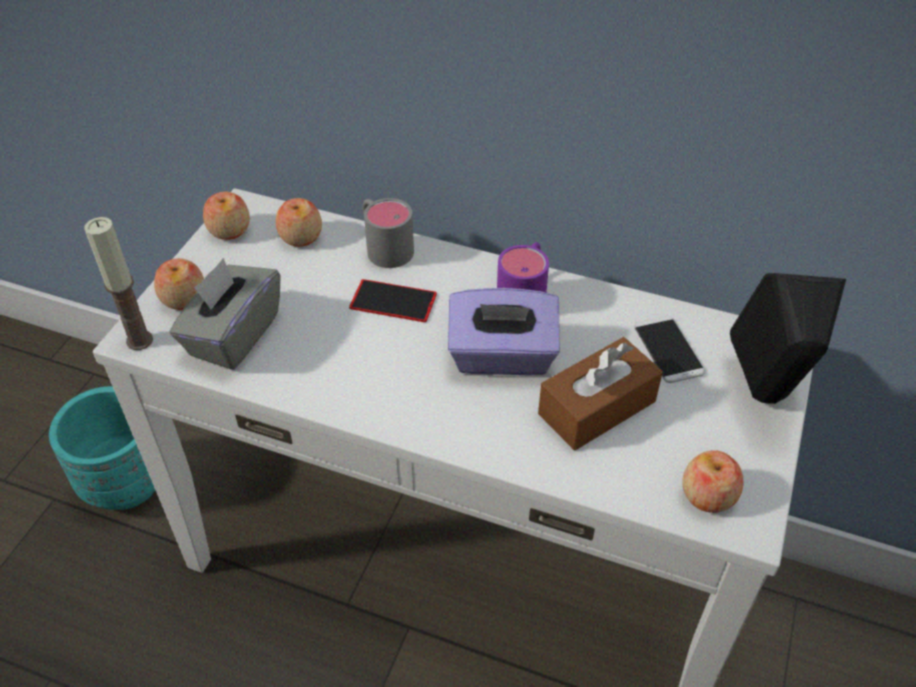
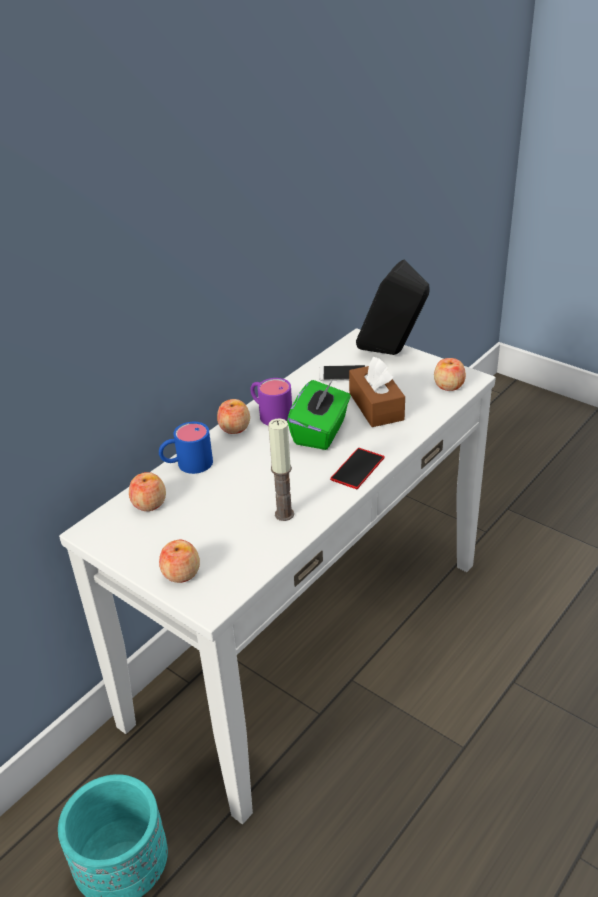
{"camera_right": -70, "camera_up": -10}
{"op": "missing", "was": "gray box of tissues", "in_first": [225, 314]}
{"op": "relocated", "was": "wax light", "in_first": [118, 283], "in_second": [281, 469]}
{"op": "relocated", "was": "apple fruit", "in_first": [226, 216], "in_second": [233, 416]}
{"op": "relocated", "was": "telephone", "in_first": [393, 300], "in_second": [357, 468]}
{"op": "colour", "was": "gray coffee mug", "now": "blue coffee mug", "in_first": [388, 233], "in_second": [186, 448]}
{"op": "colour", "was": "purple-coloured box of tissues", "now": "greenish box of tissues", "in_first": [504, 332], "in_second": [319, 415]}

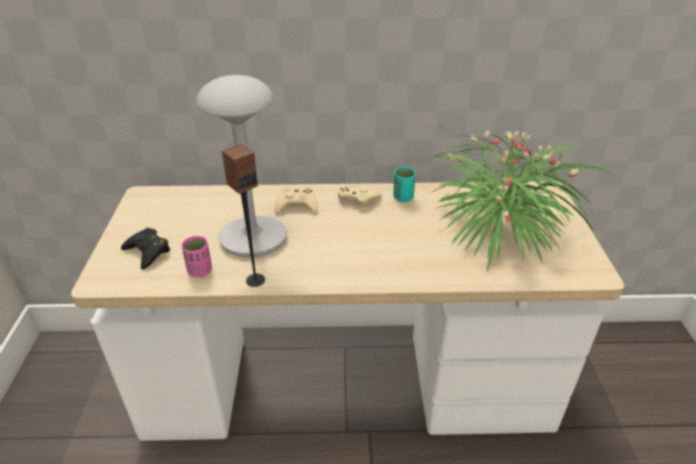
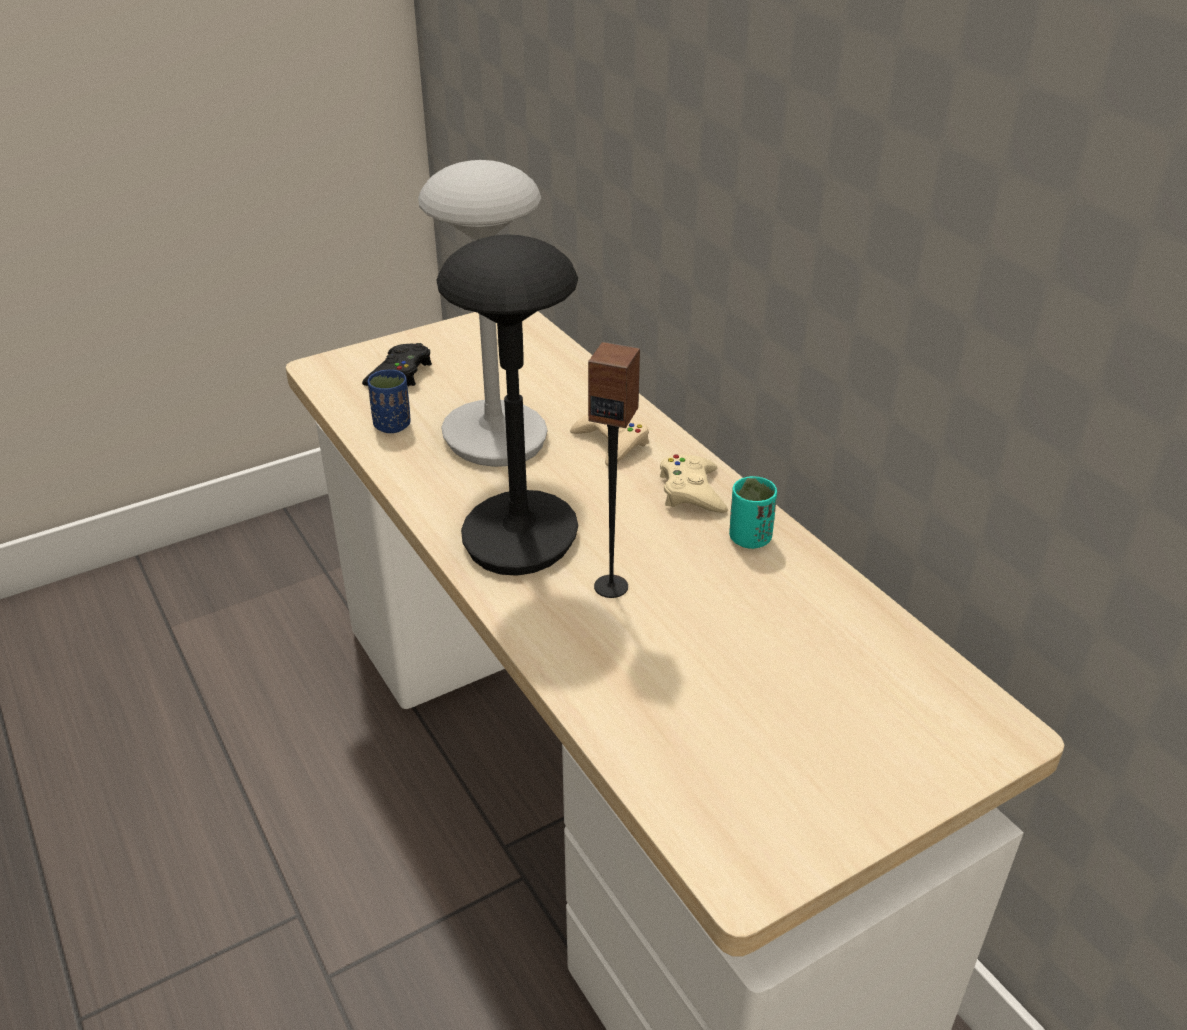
{"camera_right": 60, "camera_up": 0}
{"op": "missing", "was": "potted plant", "in_first": [523, 198]}
{"op": "appeared", "now": "blackish lamp for a table", "in_second": [507, 405]}
{"op": "relocated", "was": "loudspeaker", "in_first": [243, 215], "in_second": [614, 470]}
{"op": "colour", "was": "pink-coloured drinking cup", "now": "blue drinking cup", "in_first": [196, 256], "in_second": [389, 401]}

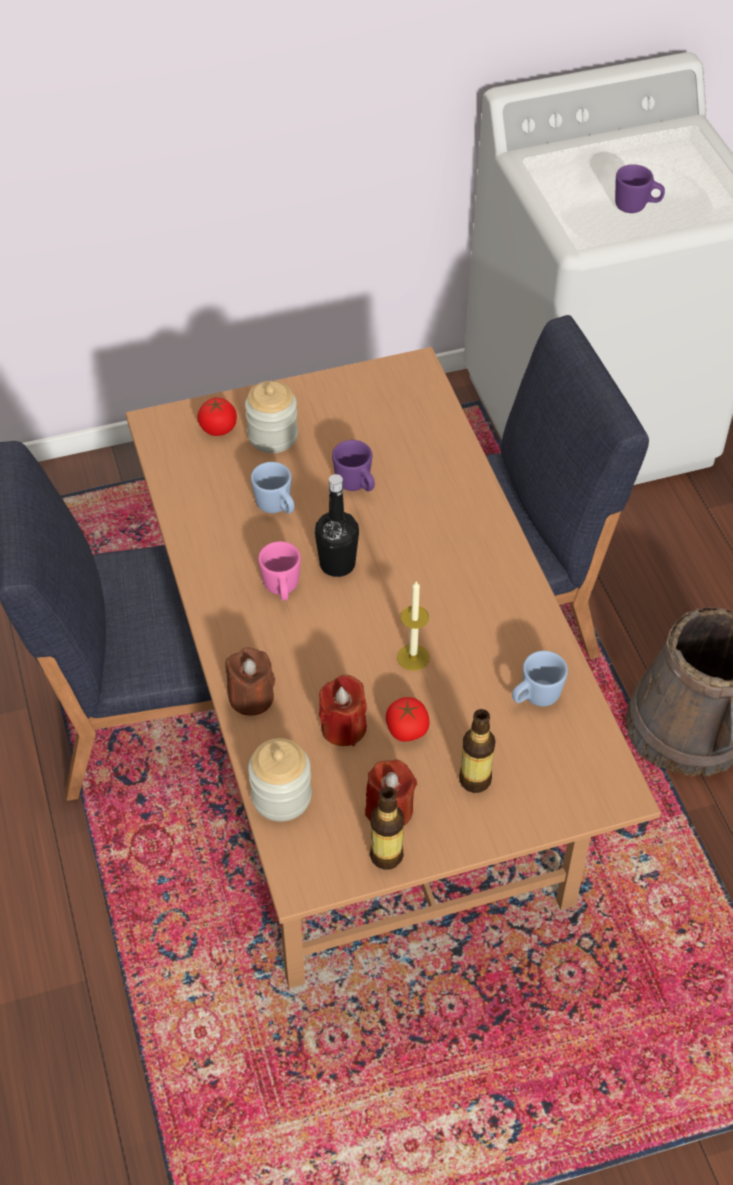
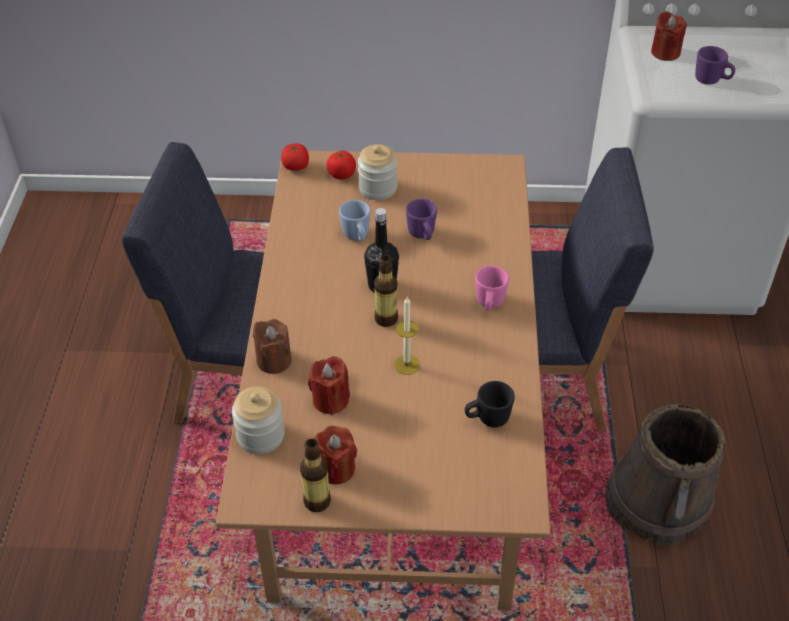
{"camera_right": 20, "camera_up": -5}
{"op": "appeared", "now": "reddish wax light", "in_second": [669, 36]}
{"op": "relocated", "was": "pink-coloured coffee mug", "in_first": [279, 570], "in_second": [492, 288]}
{"op": "relocated", "was": "fresh tomato", "in_first": [408, 719], "in_second": [295, 157]}
{"op": "relocated", "was": "drink bottle", "in_first": [477, 751], "in_second": [386, 291]}
{"op": "colour", "was": "blue coffee mug", "now": "blackish coffee mug", "in_first": [540, 678], "in_second": [490, 404]}

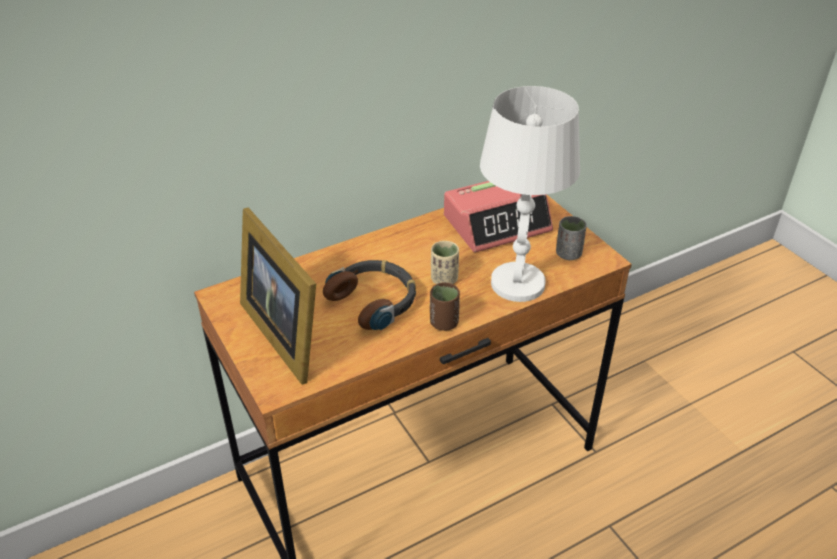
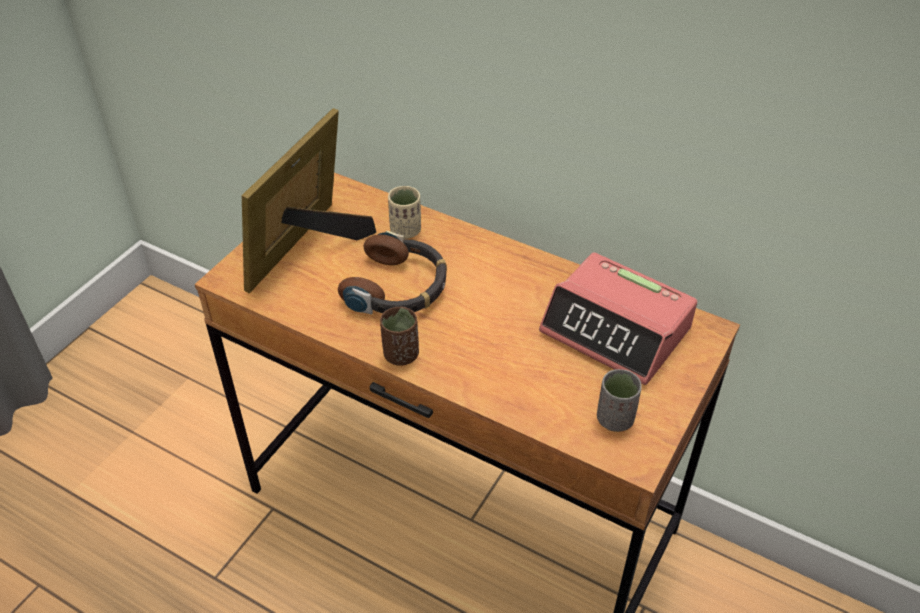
{"camera_right": 60, "camera_up": 5}
{"op": "missing", "was": "whitish lamp for a table", "in_first": [530, 194]}
{"op": "relocated", "was": "sand-coloured drinking cup", "in_first": [445, 262], "in_second": [404, 212]}

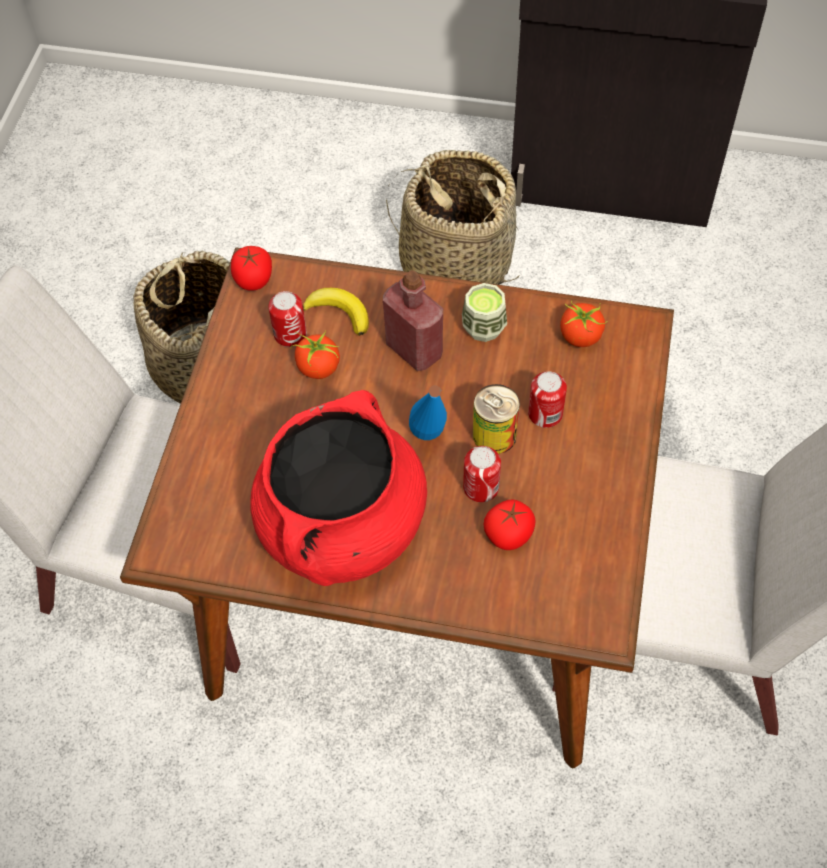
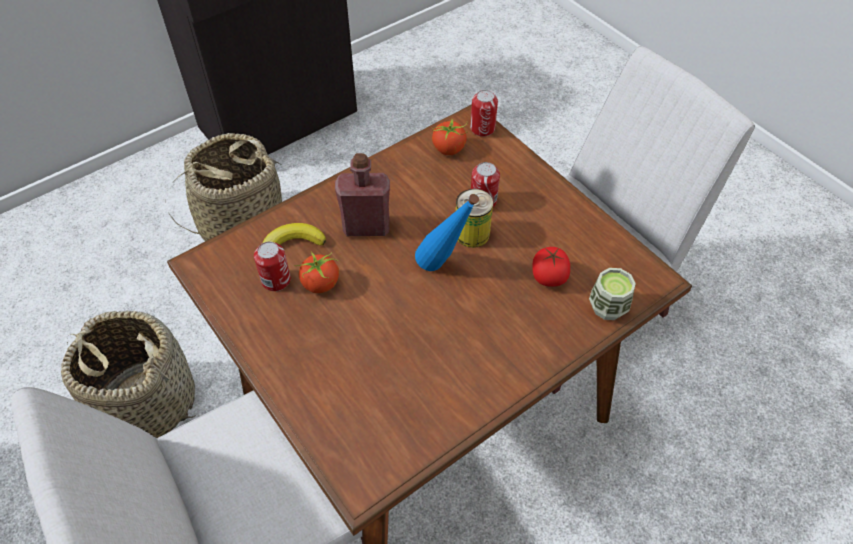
{"camera_right": -50, "camera_up": -5}
{"op": "missing", "was": "fresh tomato", "in_first": [251, 268]}
{"op": "missing", "was": "reddish stockpot", "in_first": [338, 488]}
{"op": "relocated", "was": "drinking cup", "in_first": [484, 312], "in_second": [612, 294]}
{"op": "relocated", "was": "can", "in_first": [482, 474], "in_second": [484, 113]}

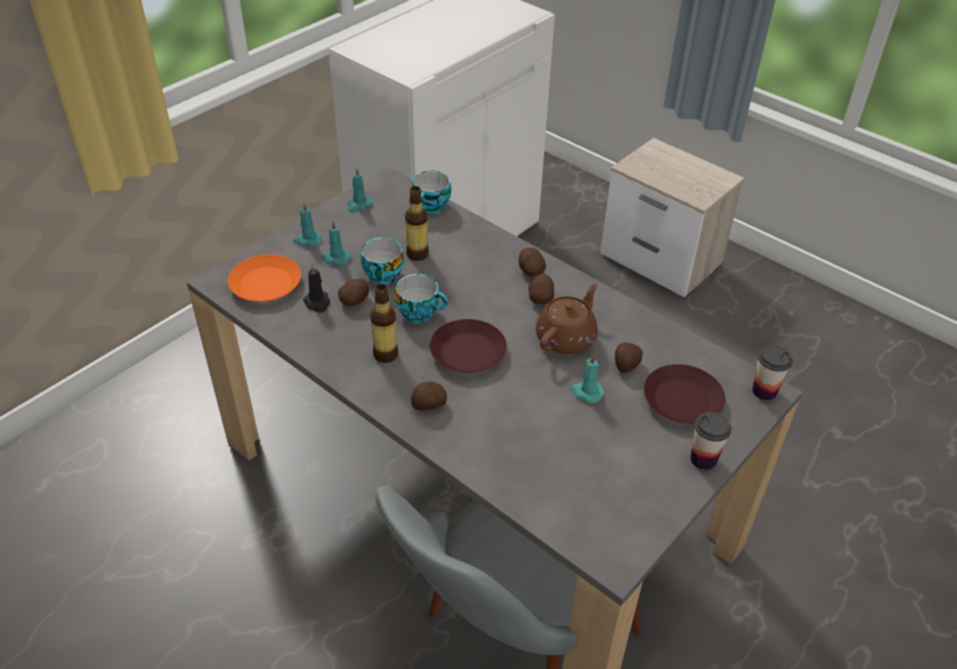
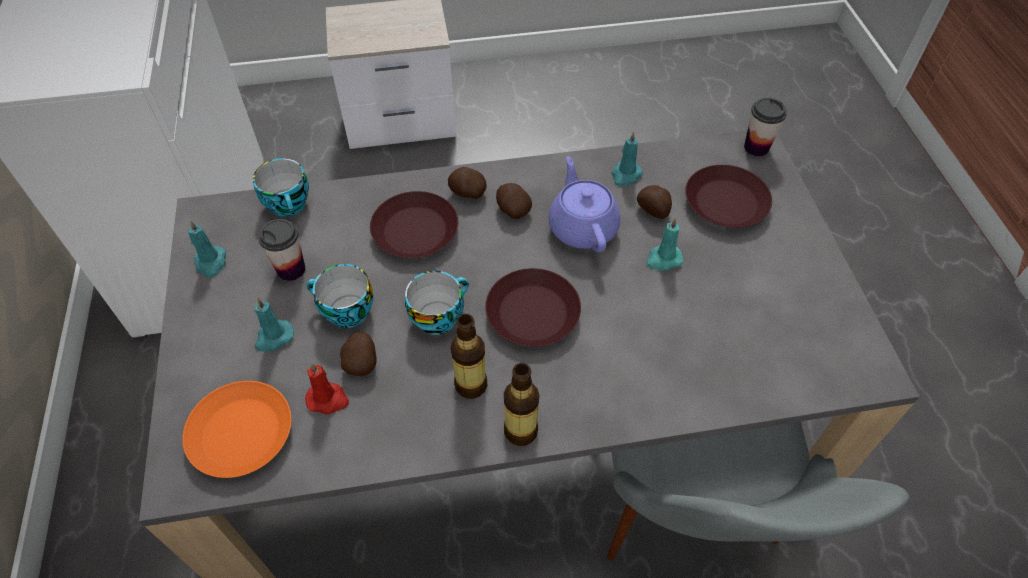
{"camera_right": -50, "camera_up": 10}
{"op": "missing", "was": "whole potato", "in_first": [429, 396]}
{"op": "appeared", "now": "brown-coloured dinner plate", "in_second": [414, 224]}
{"op": "relocated", "was": "turquoise wax light", "in_first": [307, 224], "in_second": [627, 159]}
{"op": "relocated", "was": "drink bottle", "in_first": [417, 223], "in_second": [521, 404]}
{"op": "relocated", "was": "drinking cup", "in_first": [711, 441], "in_second": [281, 250]}
{"op": "colour", "was": "blackish wax light", "now": "reddish wax light", "in_first": [316, 288], "in_second": [327, 388]}
{"op": "colour", "was": "brown-coloured teapot", "now": "purple-coloured teapot", "in_first": [567, 318], "in_second": [584, 204]}

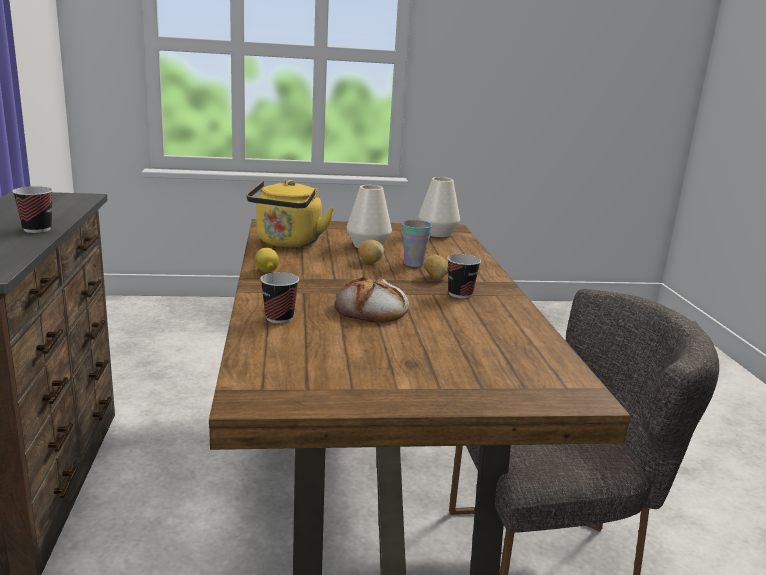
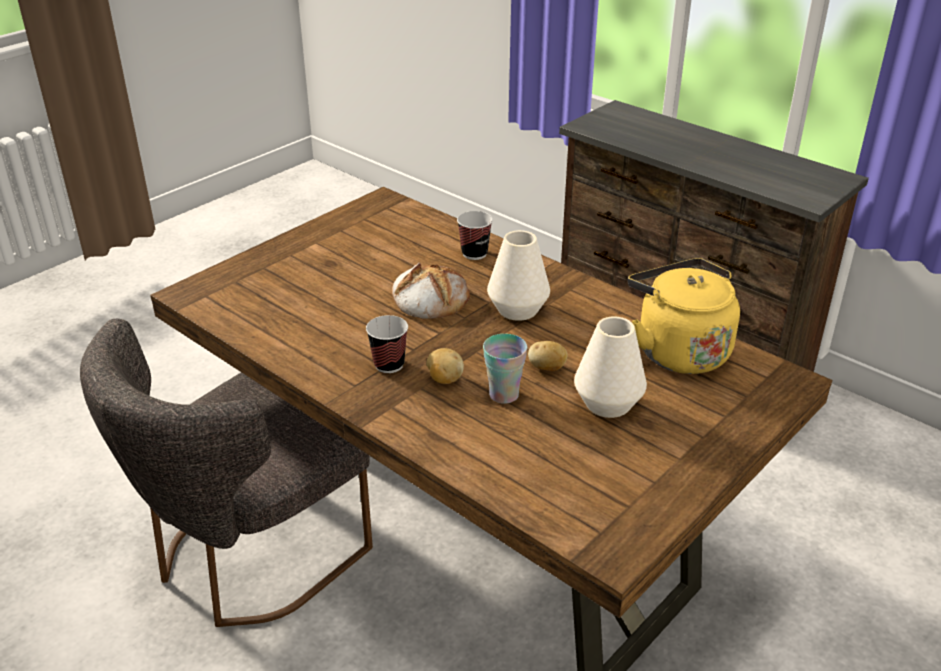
{"camera_right": 140, "camera_up": 15}
{"op": "missing", "was": "drinking cup", "in_first": [32, 209]}
{"op": "missing", "was": "whole lemon", "in_first": [267, 260]}
{"op": "relocated", "was": "whitish decorative vase", "in_first": [439, 207], "in_second": [518, 275]}

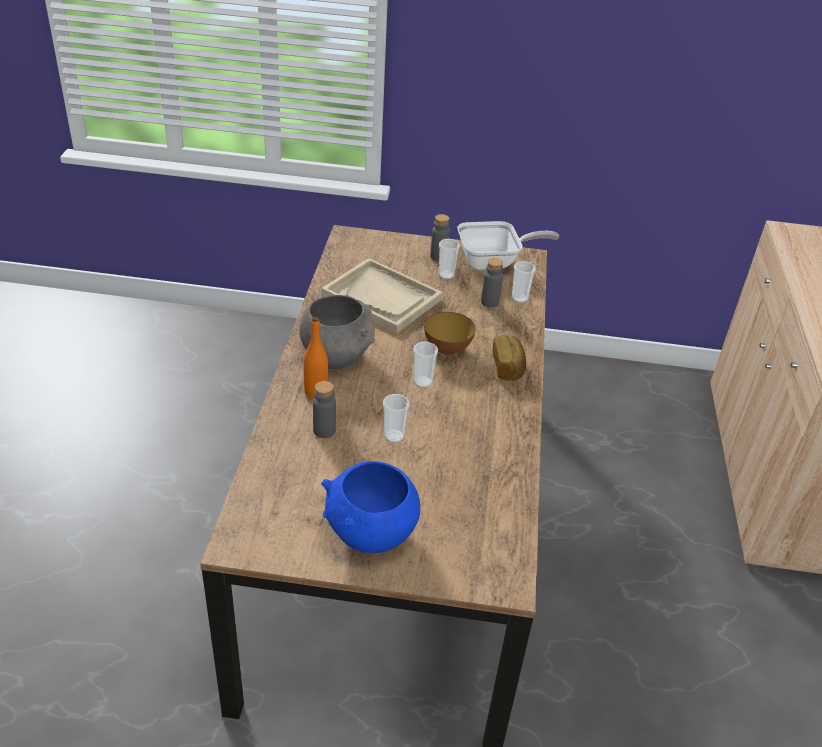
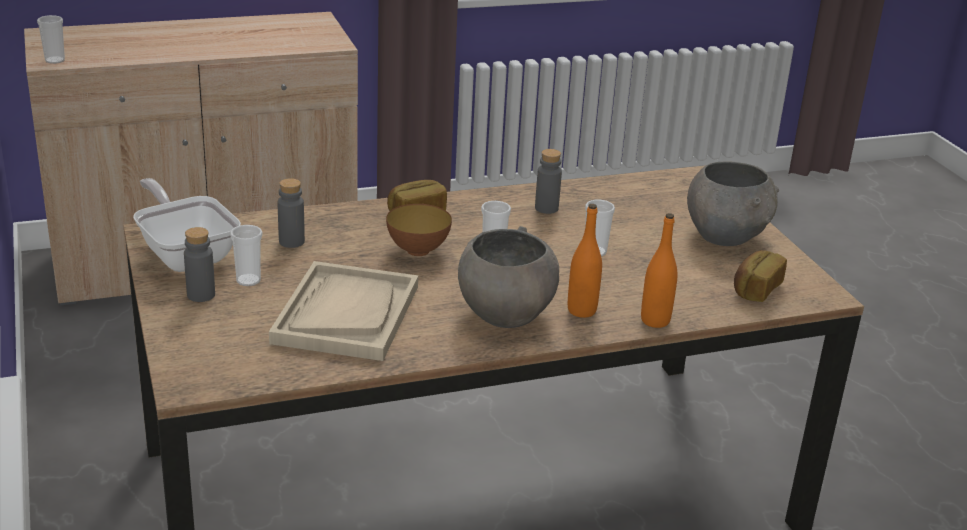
{"camera_right": -115, "camera_up": -10}
{"op": "appeared", "now": "orange-coloured drink bottle", "in_second": [659, 270]}
{"op": "appeared", "now": "bakery bread", "in_second": [760, 276]}
{"op": "relocated", "was": "gray drink bottle", "in_first": [324, 409], "in_second": [548, 181]}
{"op": "relocated", "was": "drinking cup", "in_first": [524, 282], "in_second": [51, 39]}
{"op": "colour", "was": "blue bowl", "now": "gray bowl", "in_first": [370, 507], "in_second": [733, 203]}

